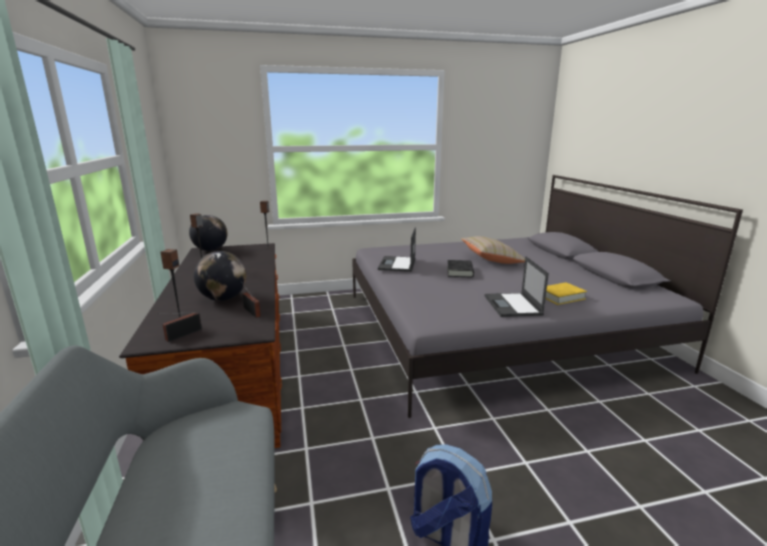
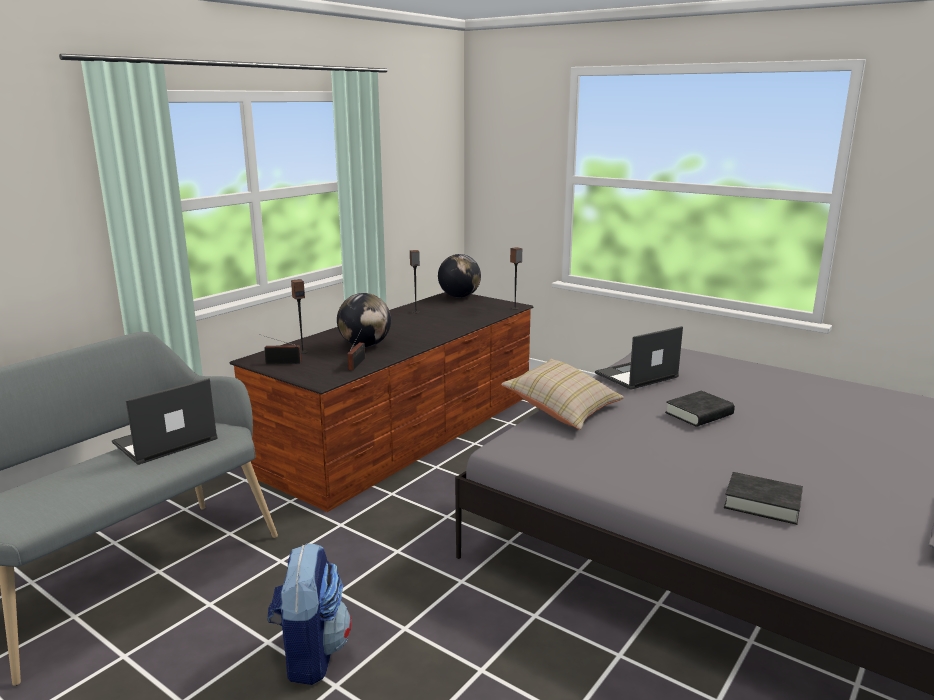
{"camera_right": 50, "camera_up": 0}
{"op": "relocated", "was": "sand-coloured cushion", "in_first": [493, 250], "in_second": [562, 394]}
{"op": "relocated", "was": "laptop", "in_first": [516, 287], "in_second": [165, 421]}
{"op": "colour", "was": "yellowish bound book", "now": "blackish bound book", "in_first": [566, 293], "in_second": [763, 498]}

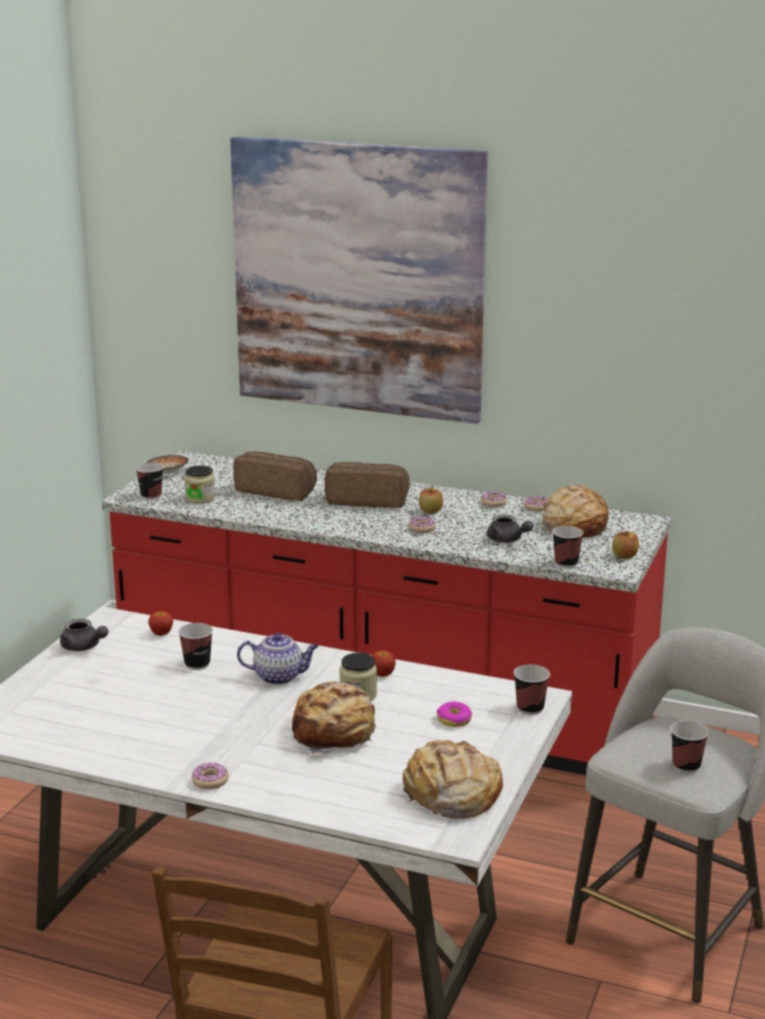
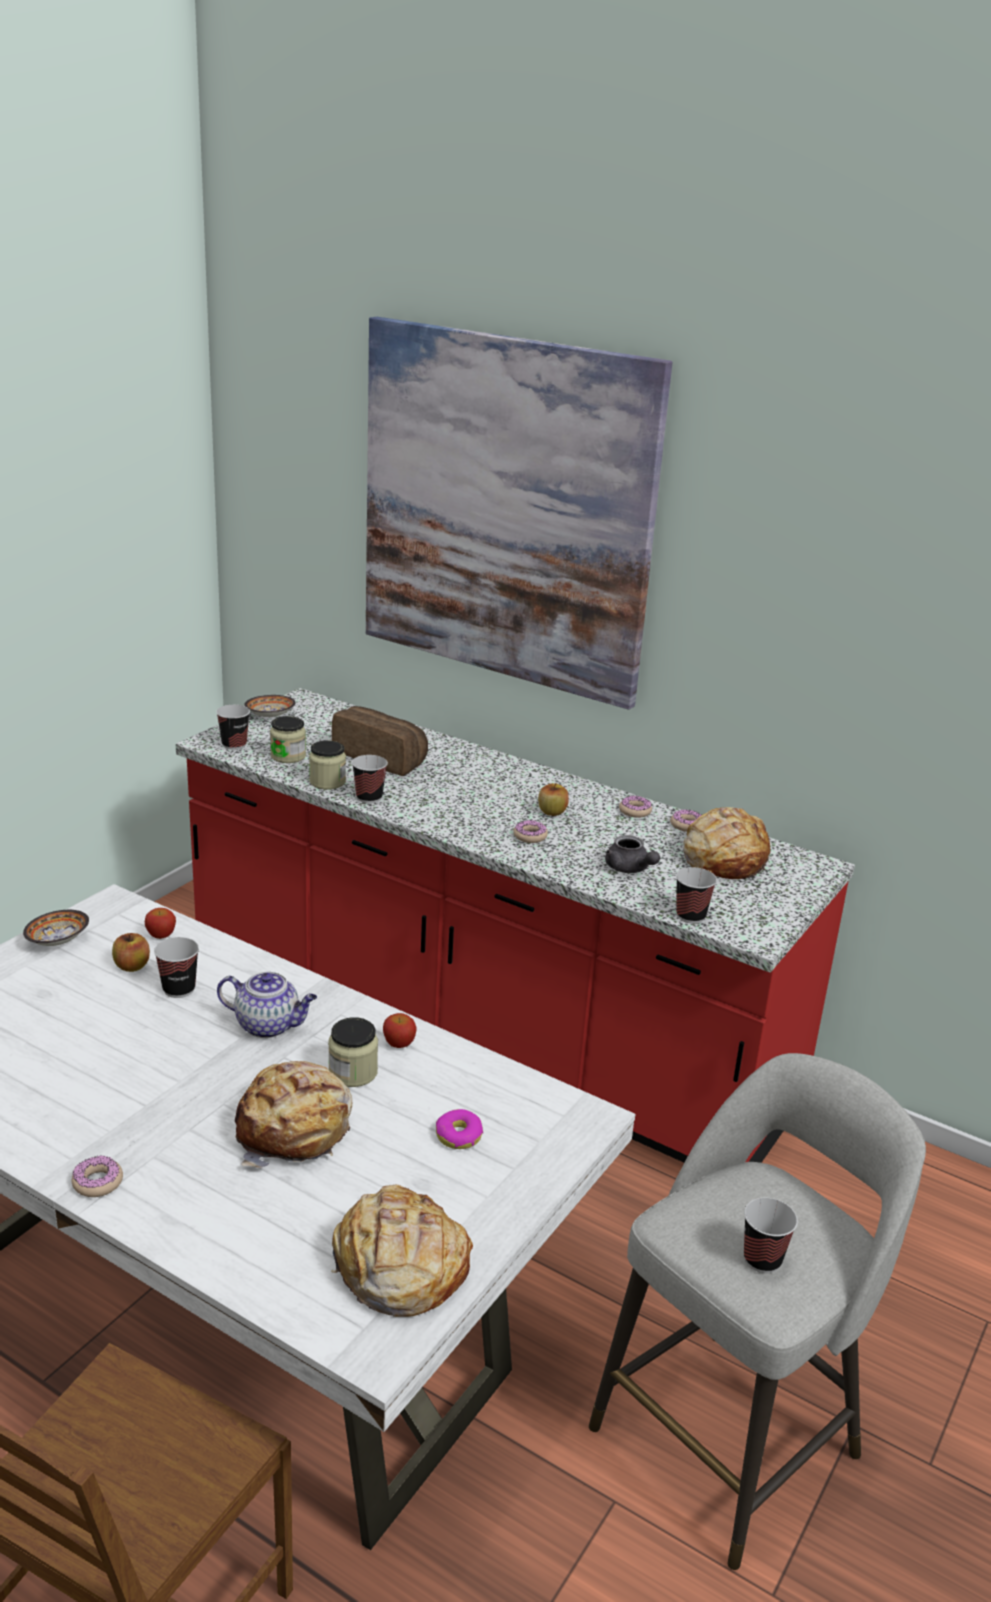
{"camera_right": 10, "camera_up": 5}
{"op": "missing", "was": "bakery bread", "in_first": [367, 485]}
{"op": "appeared", "now": "preserve jar", "in_second": [327, 764]}
{"op": "relocated", "was": "drinking cup", "in_first": [532, 689], "in_second": [370, 779]}
{"op": "relocated", "was": "apple fruit", "in_first": [625, 545], "in_second": [131, 952]}
{"op": "exchanged", "was": "gray teapot", "now": "bowl", "in_first": [84, 635], "in_second": [56, 928]}

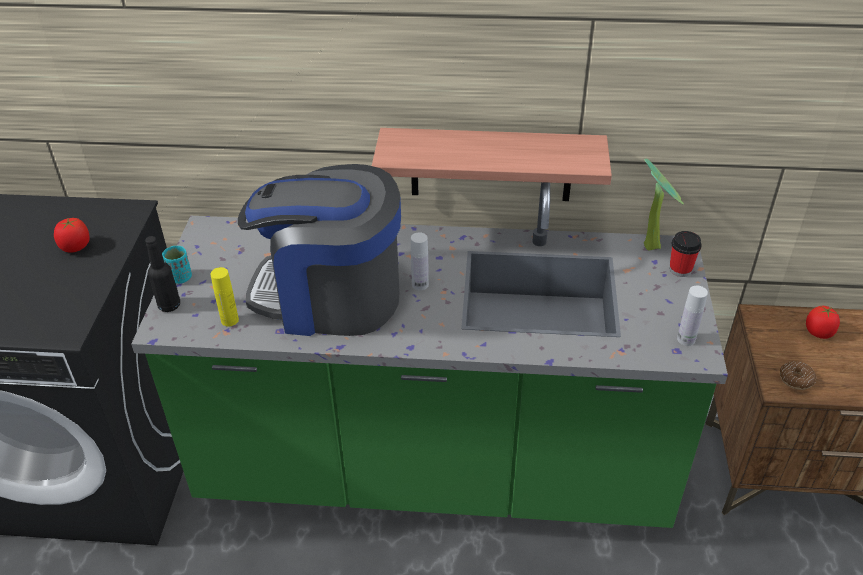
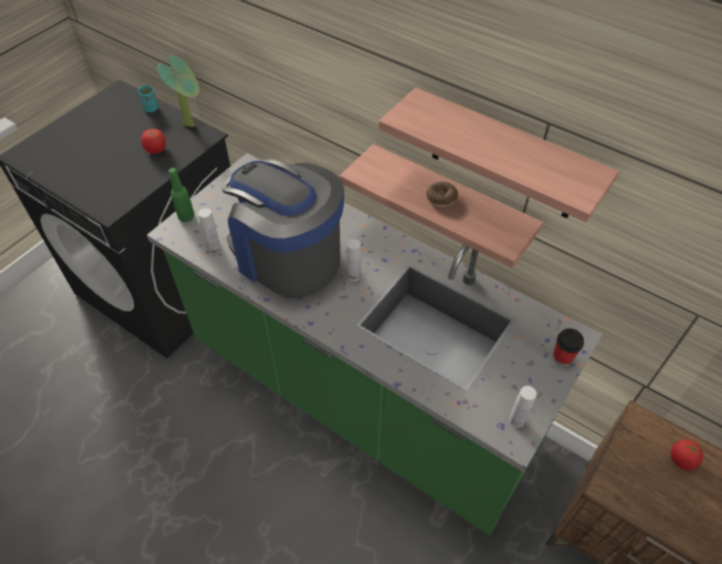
{"camera_right": 30, "camera_up": 10}
{"op": "appeared", "now": "shelf", "in_second": [499, 155]}
{"op": "relocated", "was": "turquoise drinking cup", "in_first": [177, 265], "in_second": [148, 98]}
{"op": "relocated", "was": "potted plant", "in_first": [664, 204], "in_second": [179, 91]}
{"op": "relocated", "was": "doughnut", "in_first": [798, 375], "in_second": [442, 194]}
{"op": "colour", "was": "blackish drink bottle", "now": "greenish drink bottle", "in_first": [162, 274], "in_second": [181, 195]}
{"op": "colour", "was": "yellowish drink bottle", "now": "whitish drink bottle", "in_first": [224, 296], "in_second": [209, 229]}

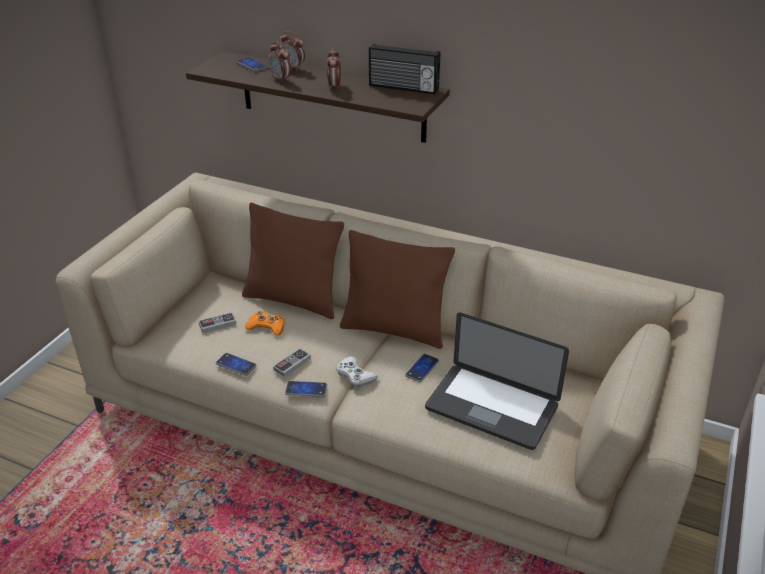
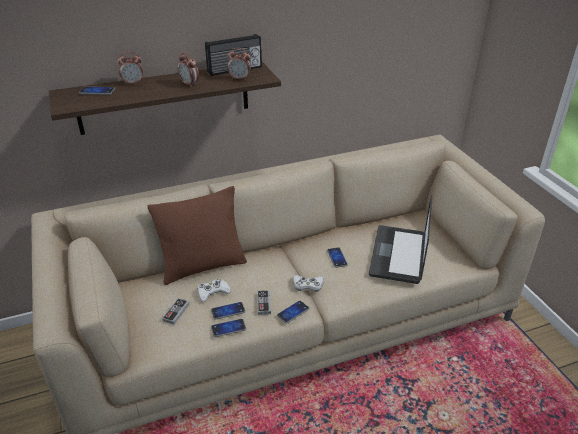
{"camera_right": -45, "camera_up": 0}
{"op": "missing", "was": "brown-coloured cushion", "in_first": [397, 289]}
{"op": "appeared", "now": "telephone", "in_second": [228, 311]}
{"op": "relocated", "was": "table clock", "in_first": [280, 62], "in_second": [239, 64]}
{"op": "colour", "was": "orange-coloured joypad", "now": "whitish joypad", "in_first": [265, 323], "in_second": [214, 290]}
{"op": "spun", "was": "laptop", "in_first": [497, 381], "in_second": [400, 239], "clockwise": 120}

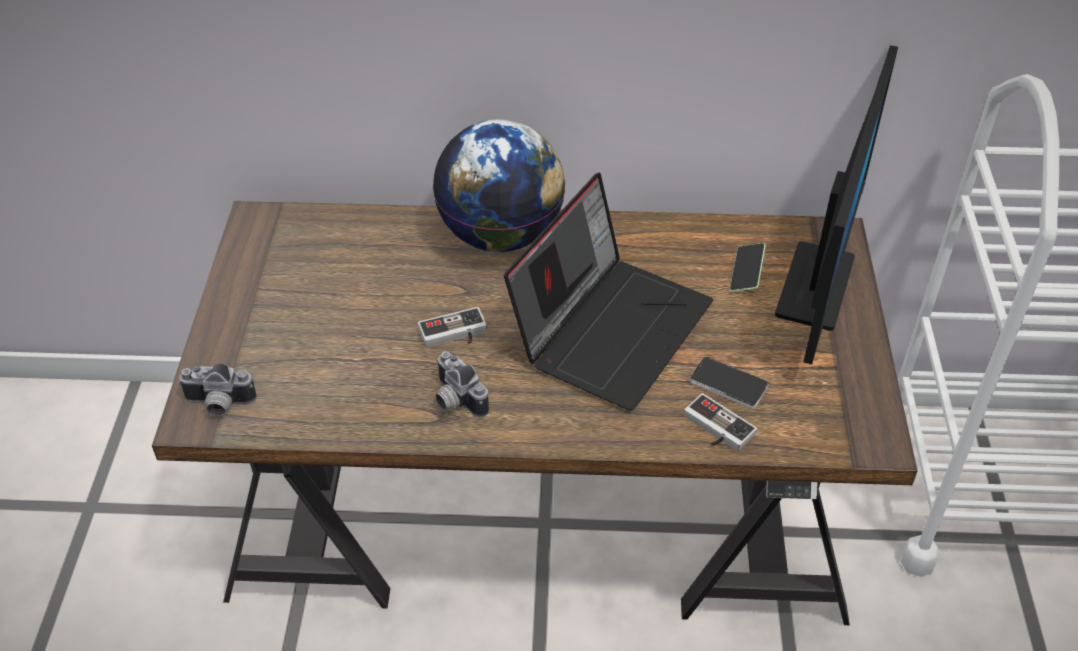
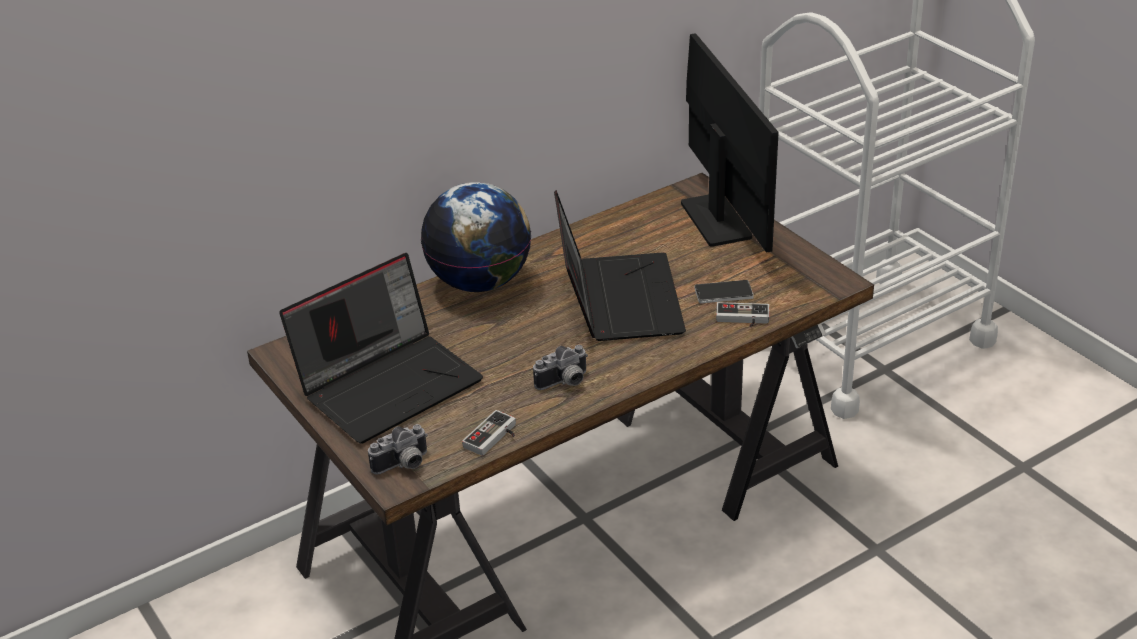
{"camera_right": -35, "camera_up": -10}
{"op": "missing", "was": "telephone", "in_first": [747, 267]}
{"op": "appeared", "now": "laptop", "in_second": [381, 348]}
{"op": "relocated", "was": "joypad", "in_first": [452, 327], "in_second": [489, 433]}
{"op": "spun", "was": "still camera", "in_first": [462, 384], "in_second": [560, 367], "clockwise": -45}

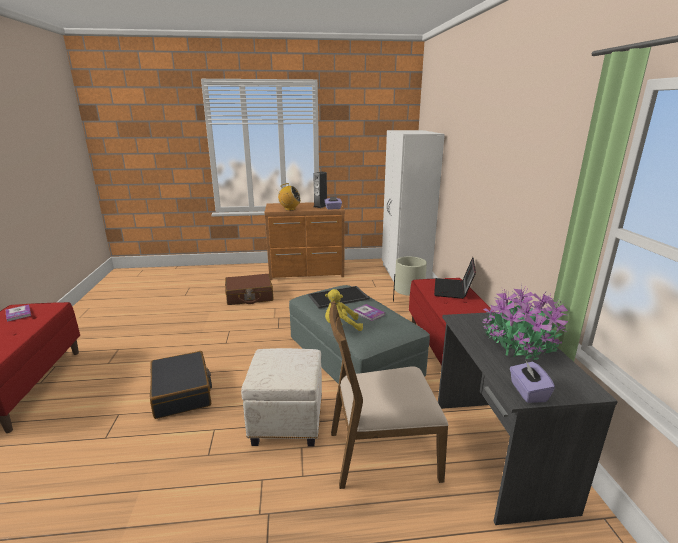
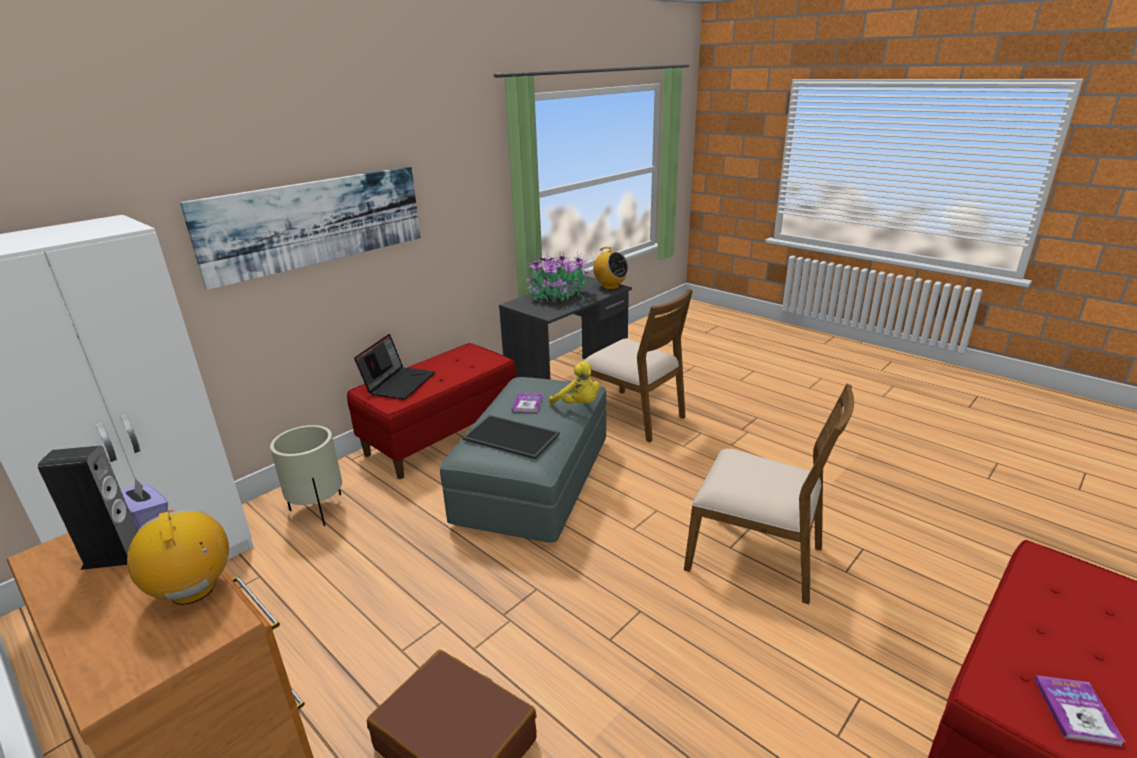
{"camera_right": -130, "camera_up": 5}
{"op": "missing", "was": "whitish pouffe", "in_first": [281, 397]}
{"op": "appeared", "now": "wall art", "in_second": [300, 228]}
{"op": "exchanged", "was": "blackish piece of luggage", "now": "brown-coloured plain chair", "in_first": [181, 385], "in_second": [769, 494]}
{"op": "exchanged", "was": "purple-coloured box of tissues", "now": "radio", "in_first": [532, 382], "in_second": [610, 268]}
{"op": "spun", "was": "laptop", "in_first": [455, 278], "in_second": [394, 367], "clockwise": -45}

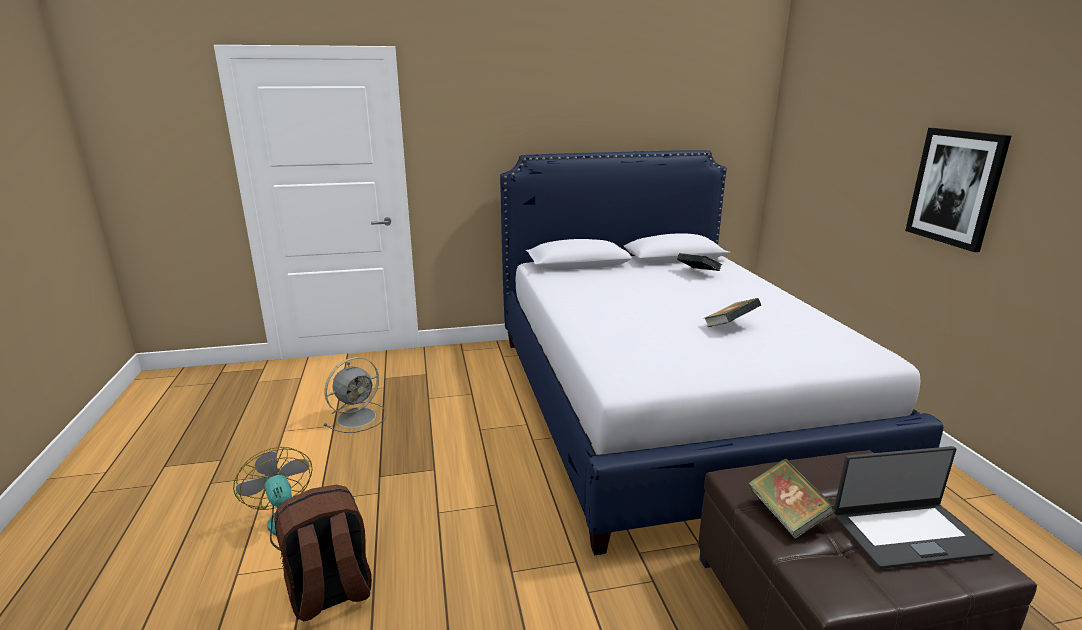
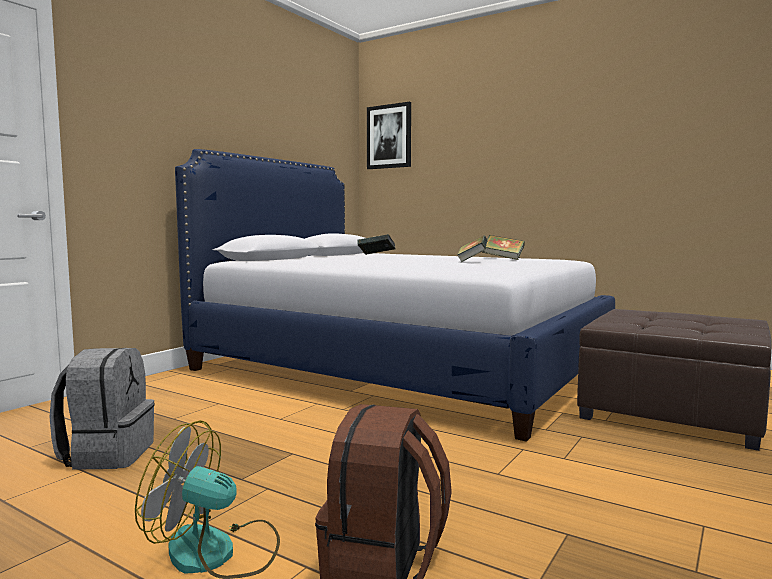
{"camera_right": -45, "camera_up": -15}
{"op": "missing", "was": "laptop", "in_first": [914, 507]}
{"op": "relocated", "was": "bound book", "in_first": [791, 499], "in_second": [503, 247]}
{"op": "relocated", "was": "wall art", "in_first": [958, 190], "in_second": [389, 135]}
{"op": "exchanged", "was": "gray cooling fan", "now": "gray rucksack", "in_first": [355, 395], "in_second": [102, 409]}

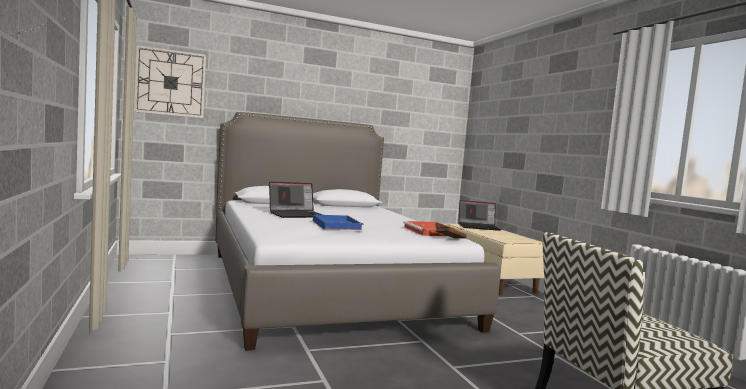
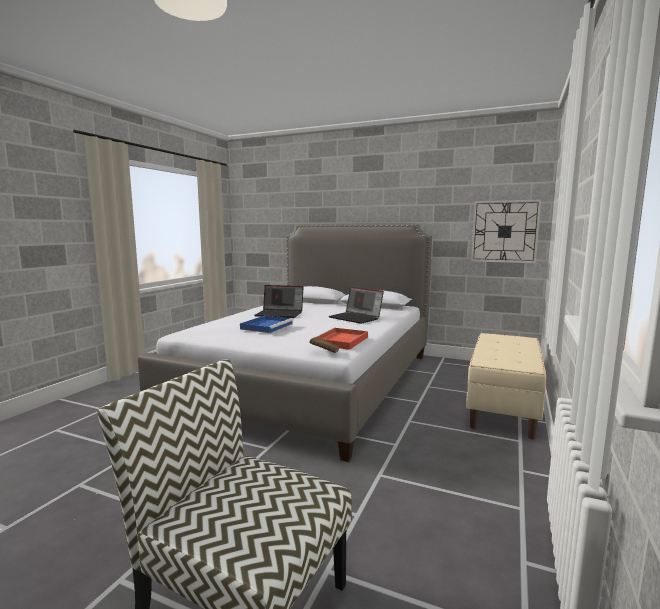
{"camera_right": 45, "camera_up": 5}
{"op": "relocated", "was": "hanging clock", "in_first": [170, 81], "in_second": [506, 231]}
{"op": "relocated", "was": "laptop", "in_first": [480, 215], "in_second": [356, 305]}

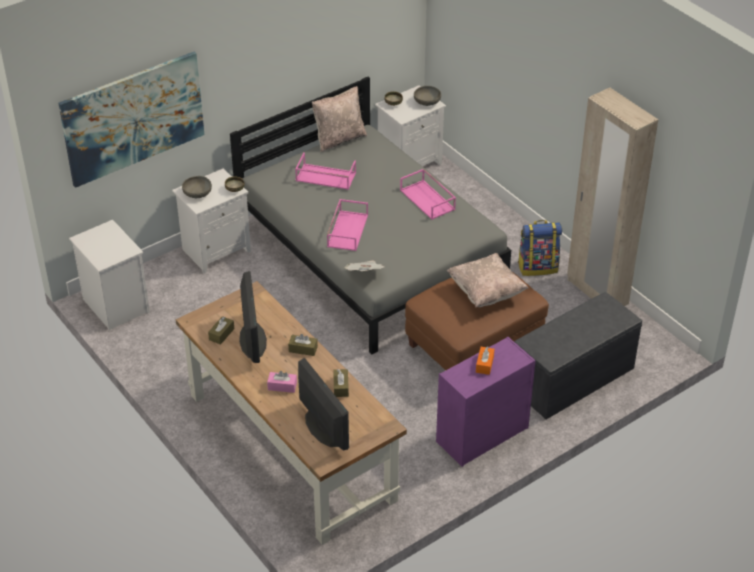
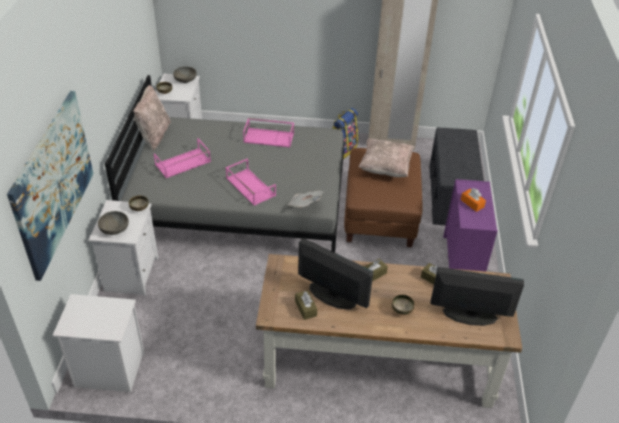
{"camera_right": -50, "camera_up": 0}
{"op": "exchanged", "was": "pink-coloured box of tissues", "now": "bowl", "in_first": [282, 382], "in_second": [403, 305]}

